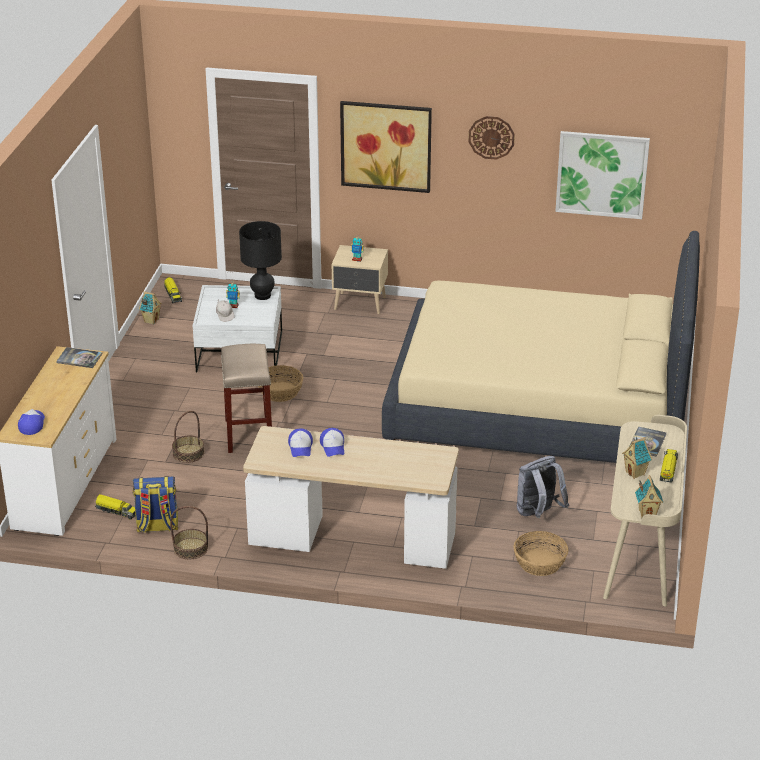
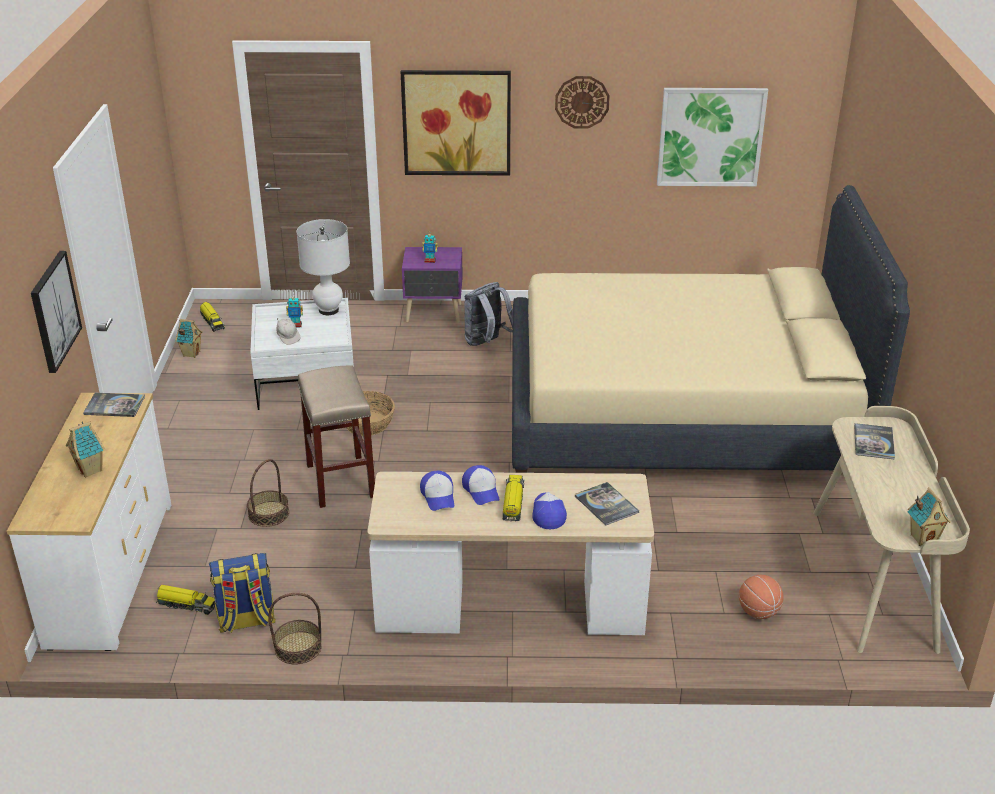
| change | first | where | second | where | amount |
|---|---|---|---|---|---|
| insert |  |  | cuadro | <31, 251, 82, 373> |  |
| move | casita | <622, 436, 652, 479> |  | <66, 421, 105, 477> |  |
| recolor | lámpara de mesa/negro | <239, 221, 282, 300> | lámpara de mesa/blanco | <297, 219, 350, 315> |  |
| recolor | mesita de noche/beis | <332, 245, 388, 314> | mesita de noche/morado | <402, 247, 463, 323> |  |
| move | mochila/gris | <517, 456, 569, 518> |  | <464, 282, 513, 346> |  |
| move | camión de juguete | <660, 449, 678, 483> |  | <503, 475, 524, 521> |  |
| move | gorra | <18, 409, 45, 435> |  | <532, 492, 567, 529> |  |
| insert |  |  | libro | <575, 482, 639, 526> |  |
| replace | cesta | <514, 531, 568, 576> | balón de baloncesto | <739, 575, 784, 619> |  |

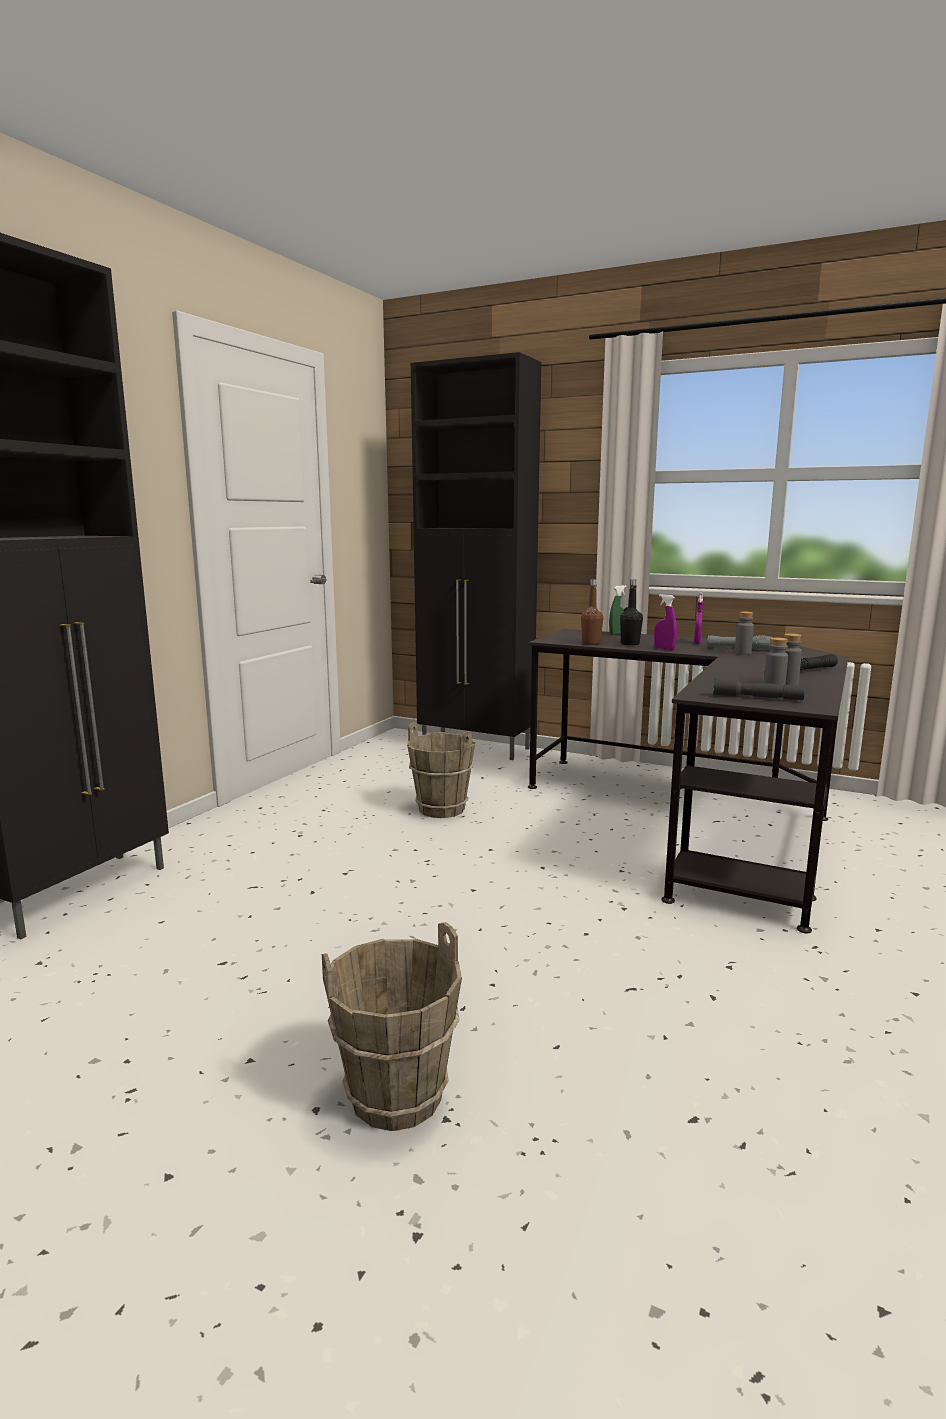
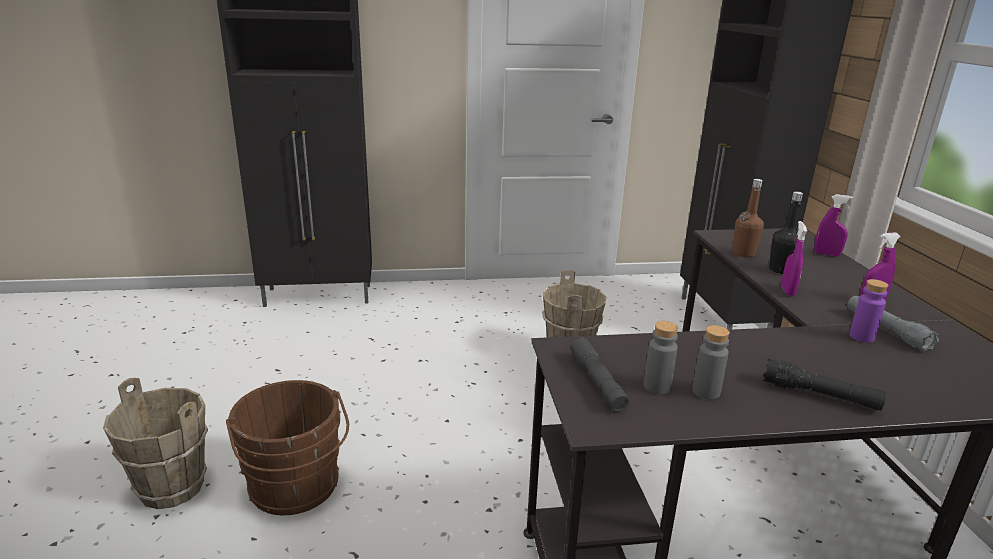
| change | first | where | second | where | amount |
|---|---|---|---|---|---|
| insert |  |  | cubo/marrón | <226, 380, 349, 515> |  |
| recolor | pulverizador/verde | <609, 585, 627, 635> | pulverizador/morado | <814, 194, 853, 256> |  |
| recolor | botella/gris | <735, 612, 754, 655> | botella/morado | <849, 279, 889, 343> |  |

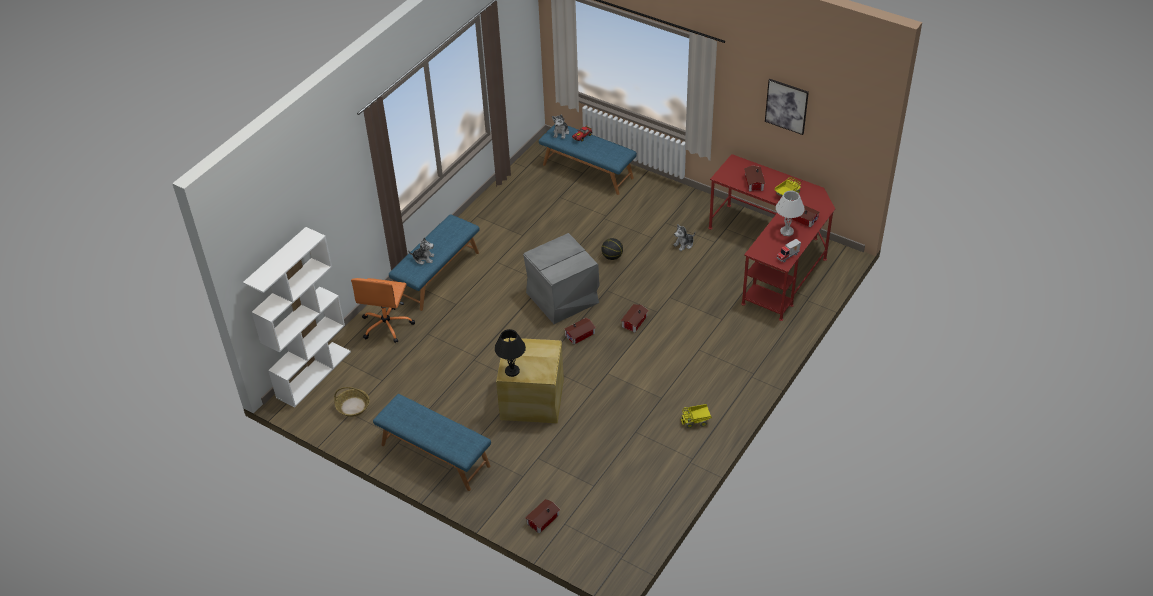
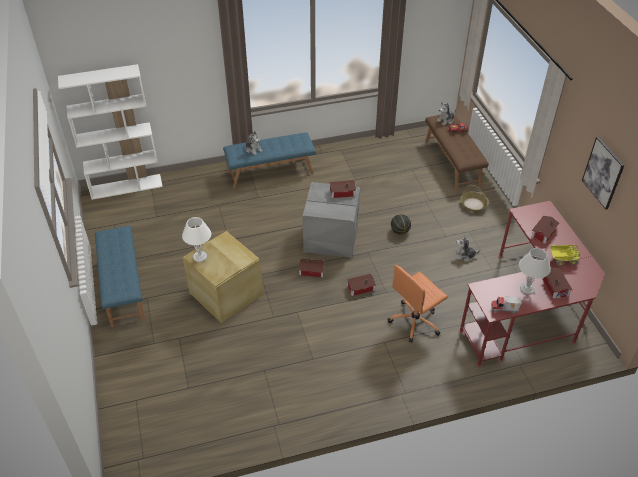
| change | first | where | second | where | amount |
|---|---|---|---|---|---|
| recolor | lámpara de mesa/negro | <495, 329, 526, 377> | lámpara de mesa/blanco | <182, 217, 211, 262> |  |
| move | casita | <525, 499, 560, 534> |  | <329, 180, 356, 198> |  |
| move | silla de oficina/naranja | <351, 278, 415, 343> |  | <387, 265, 448, 342> |  |
| recolor | banco/azul | <539, 124, 637, 195> | banco/marrón | <425, 114, 489, 191> |  |
| move | cesta | <334, 387, 369, 417> |  | <460, 185, 489, 212> |  |
| delete | camión de juguete | <681, 404, 712, 428> |  |  |  |

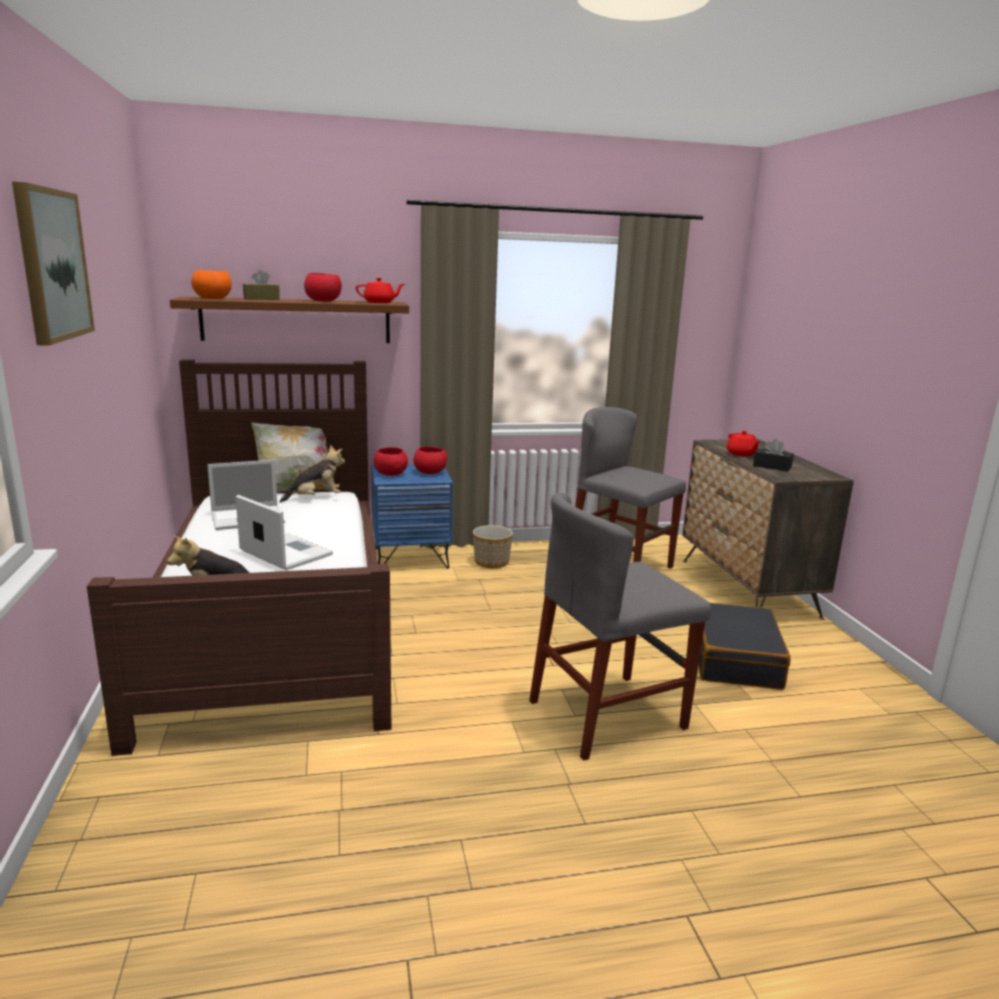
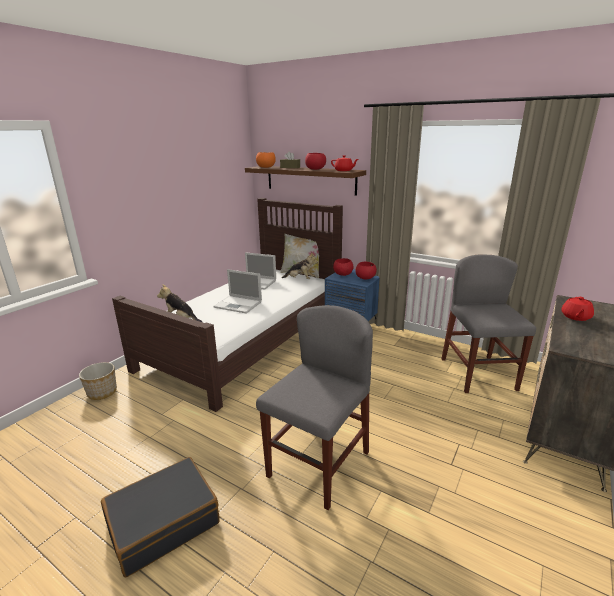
| change | first | where | second | where | amount |
|---|---|---|---|---|---|
| move | maceta | <473, 525, 513, 568> |  | <79, 362, 117, 400> |  |
| move | maleta/negro | <699, 603, 790, 690> |  | <101, 457, 220, 577> |  |
| rotate | portátil | <236, 495, 333, 570> |  | <213, 269, 262, 314> | 120 degrees clockwise |
| rotate | silla/gris | <529, 493, 711, 761> |  | <256, 305, 373, 510> | 105 degrees clockwise |
| delete | cuadro | <12, 182, 95, 345> |  |  |  |
| delete | caja de pañuelos/negro | <753, 439, 794, 472> |  |  |  |

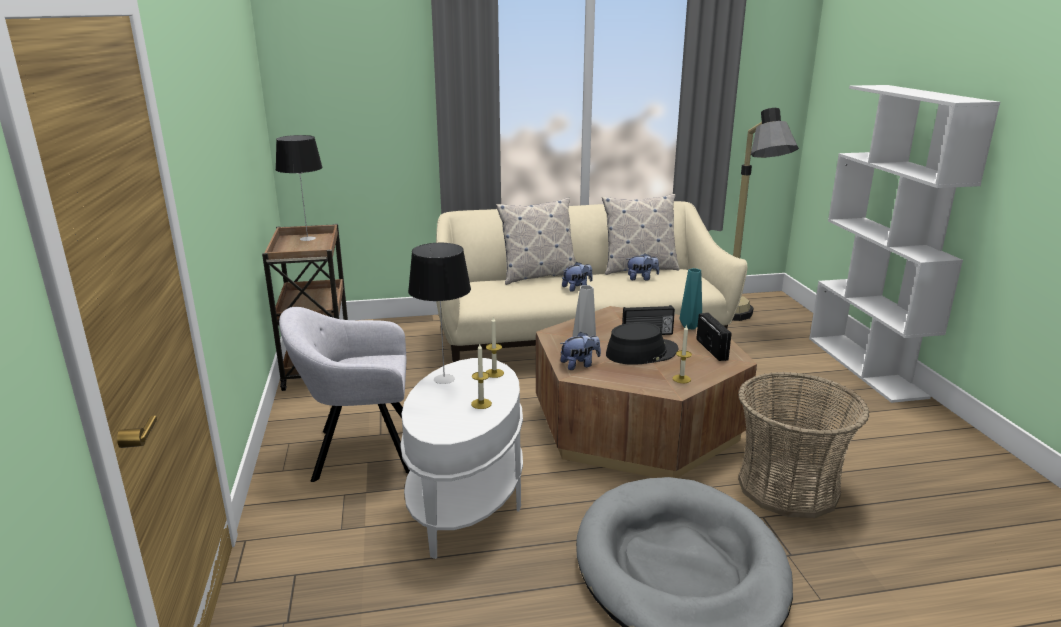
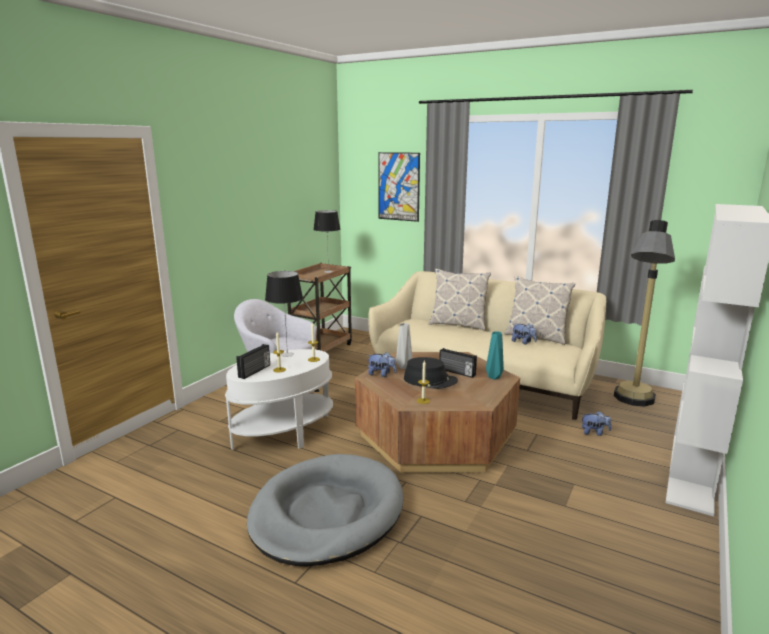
| change | first | where | second | where | amount |
|---|---|---|---|---|---|
| move | radio | <696, 313, 732, 361> |  | <236, 344, 270, 379> |  |
| insert |  |  | cuadro | <378, 152, 420, 222> |  |
| move | peluche | <562, 262, 593, 292> |  | <581, 411, 612, 436> |  |
| delete | cesta | <738, 372, 869, 518> |  |  |  |

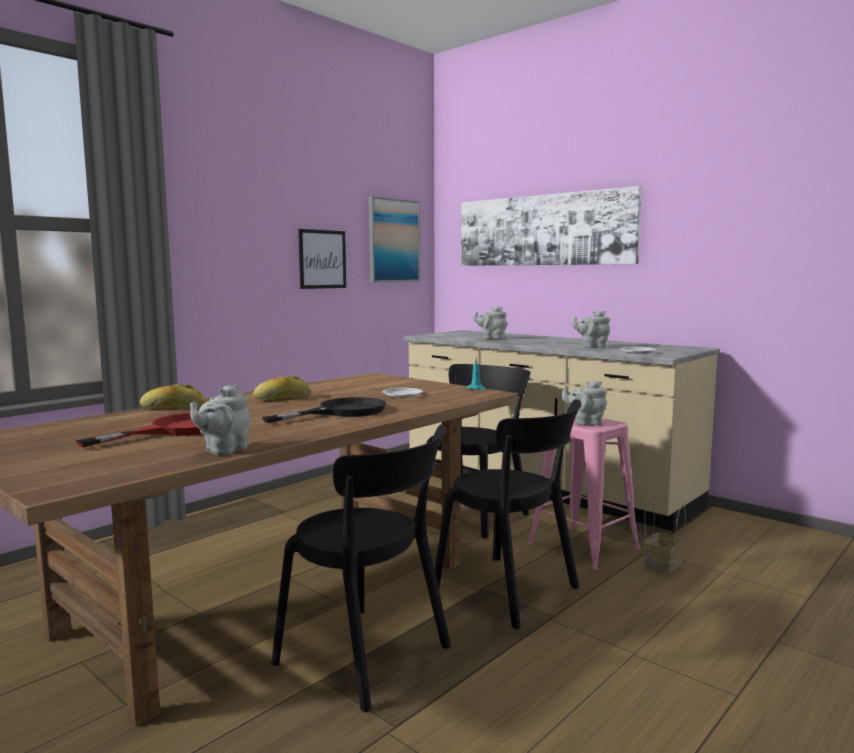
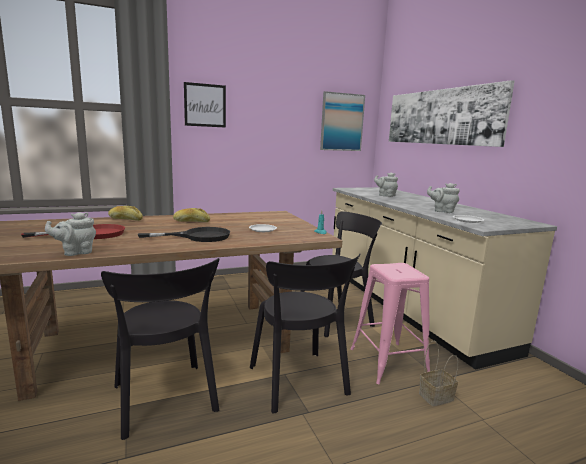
| change | first | where | second | where | amount |
|---|---|---|---|---|---|
| move | cuadro | <298, 229, 346, 289> |  | <184, 82, 226, 128> |  |
| delete | tetera/gris | <561, 381, 607, 426> |  |  |  |

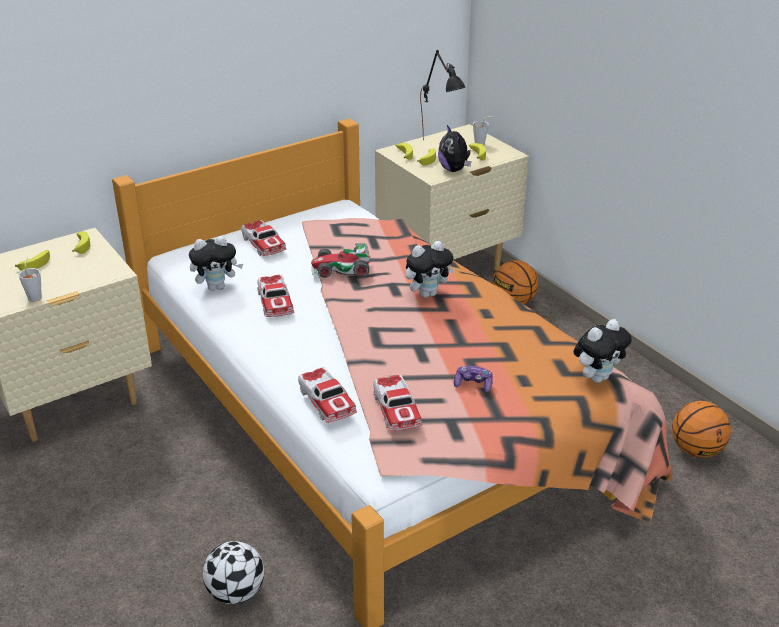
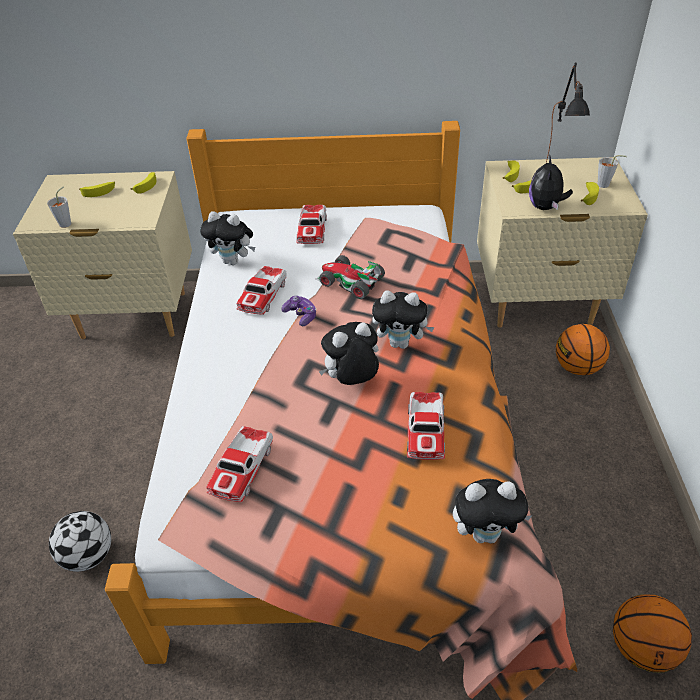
| change | first | where | second | where | amount |
|---|---|---|---|---|---|
| move | mando de consola | <454, 366, 493, 392> |  | <281, 296, 316, 326> |  |
| insert |  |  | peluche | <319, 322, 379, 385> |  |
| move | coche de juguete | <298, 367, 357, 423> |  | <407, 392, 445, 460> |  |

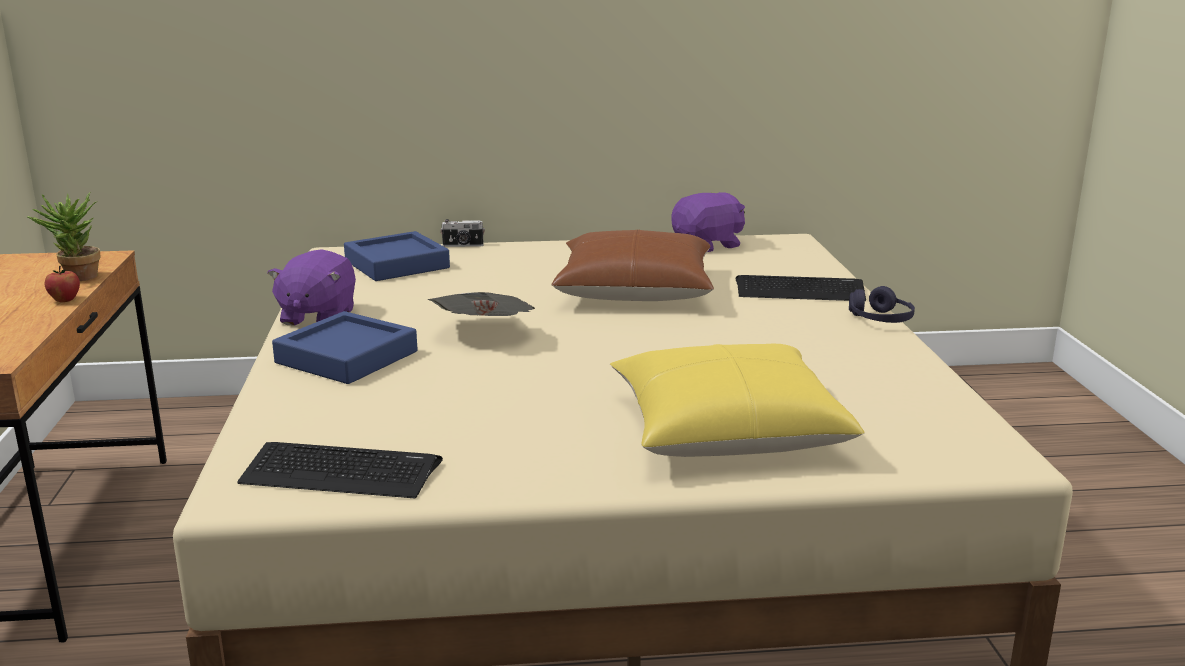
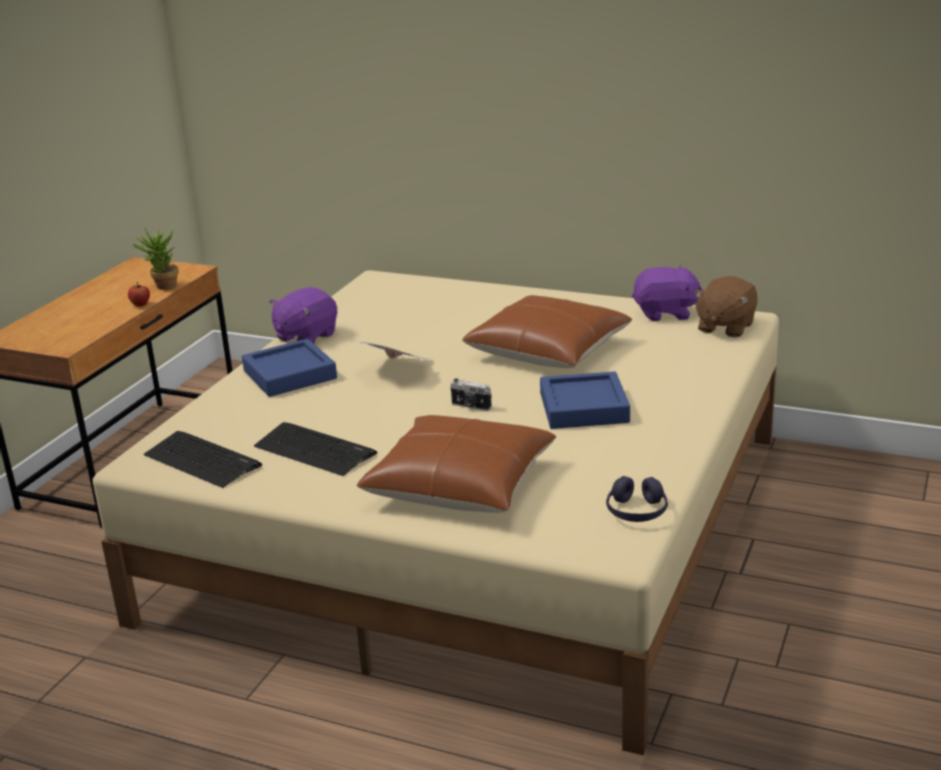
| change | first | where | second | where | amount |
|---|---|---|---|---|---|
| move | teclado | <736, 275, 866, 301> |  | <254, 422, 377, 476> |  |
| recolor | cojín/amarillo | <610, 344, 865, 457> | cojín/marrón | <357, 415, 556, 513> |  |
| move | cámara | <440, 219, 485, 247> |  | <450, 378, 492, 411> |  |
| move | bandeja/azul | <344, 231, 450, 281> |  | <540, 371, 630, 429> |  |
| move | auriculares/morado | <849, 286, 915, 323> |  | <606, 476, 668, 522> |  |
| insert |  |  | peluche/marrón | <693, 276, 758, 338> |  |

